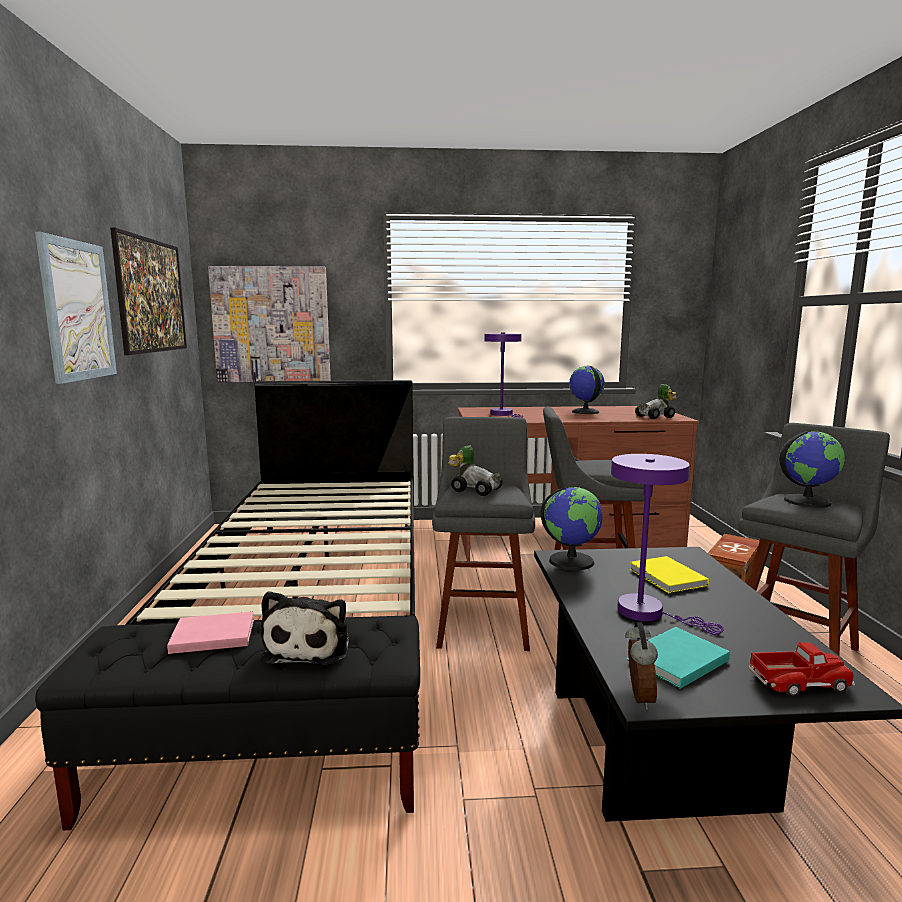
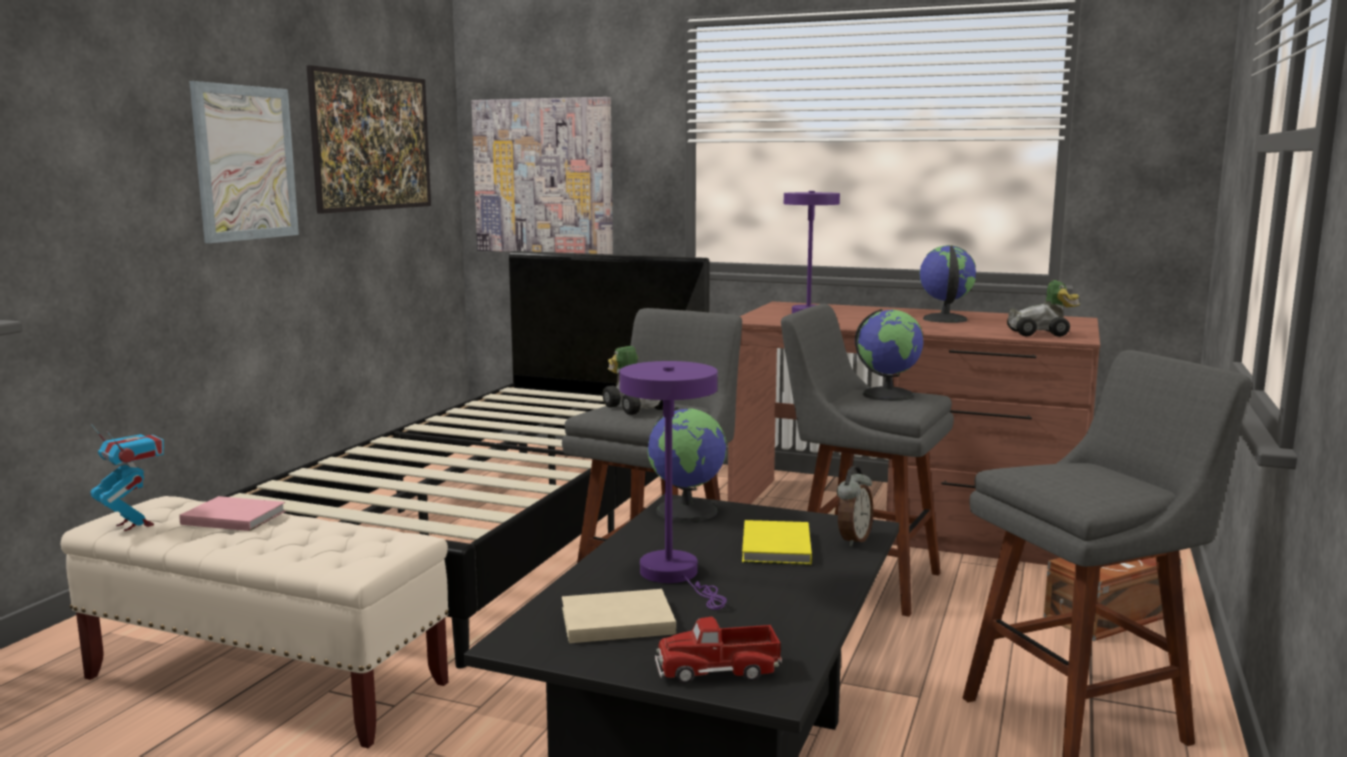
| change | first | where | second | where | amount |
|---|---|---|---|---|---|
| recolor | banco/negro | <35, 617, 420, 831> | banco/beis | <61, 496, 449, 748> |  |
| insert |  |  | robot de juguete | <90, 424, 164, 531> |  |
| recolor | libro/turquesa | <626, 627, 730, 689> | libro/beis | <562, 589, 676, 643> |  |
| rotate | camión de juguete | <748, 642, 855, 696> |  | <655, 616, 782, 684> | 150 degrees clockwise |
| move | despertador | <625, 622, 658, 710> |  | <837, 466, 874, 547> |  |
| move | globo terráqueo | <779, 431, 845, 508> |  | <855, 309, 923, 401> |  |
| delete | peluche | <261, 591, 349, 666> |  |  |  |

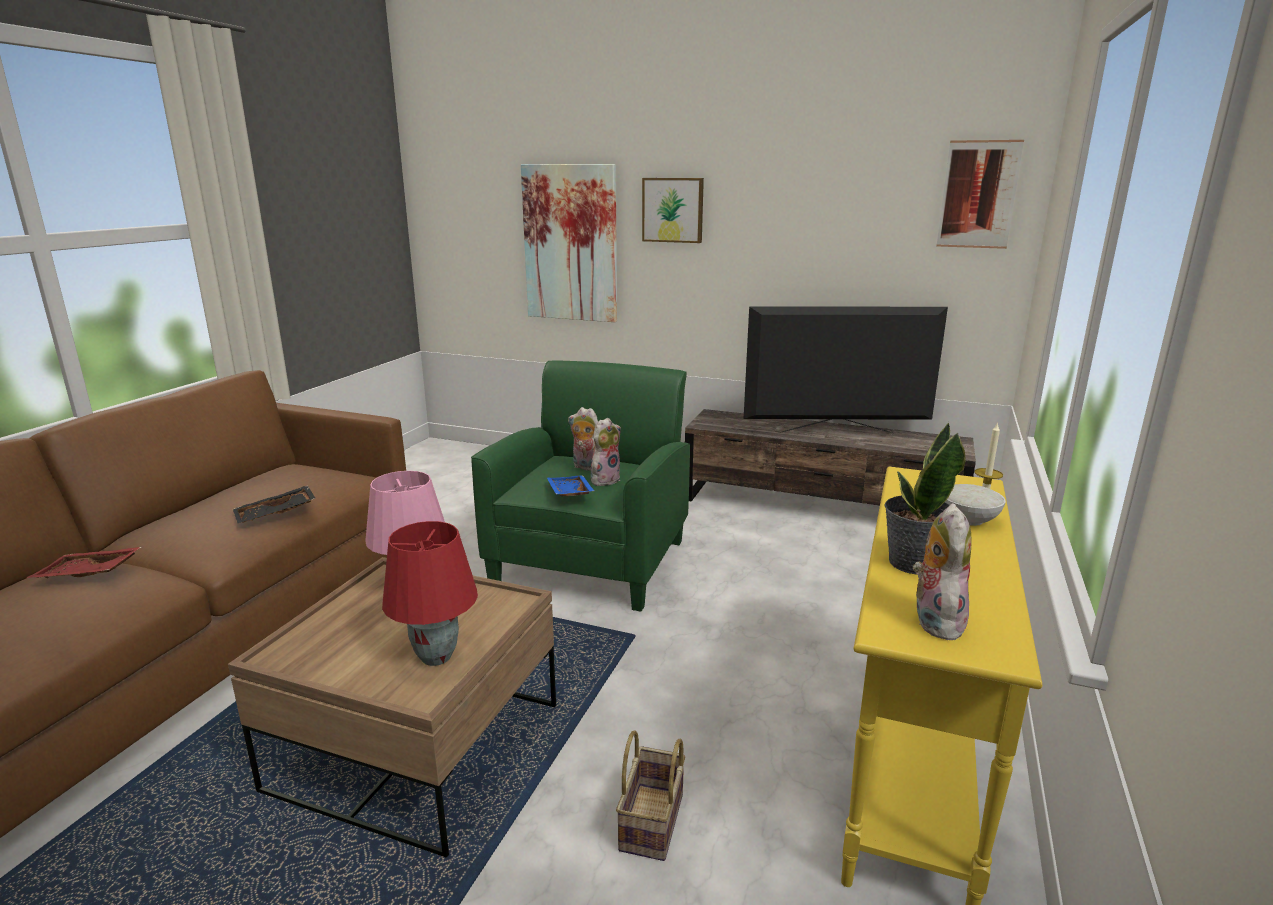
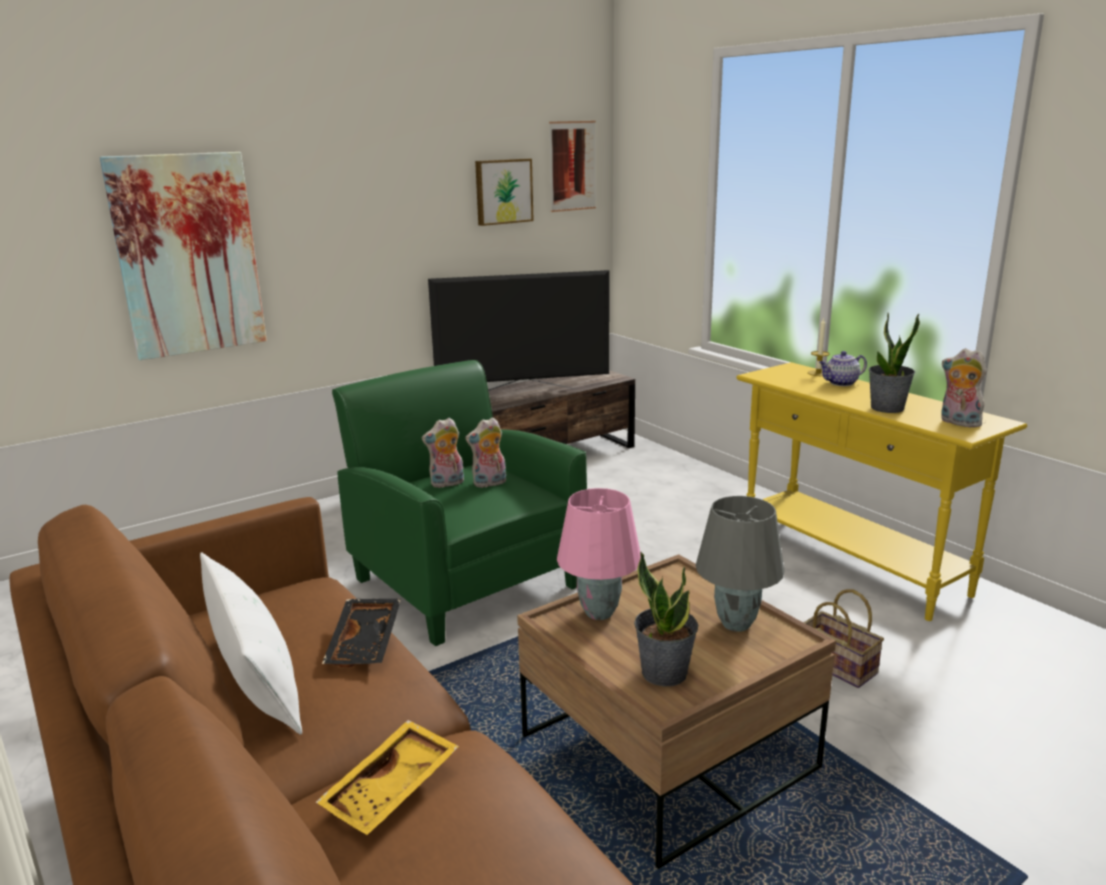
| change | first | where | second | where | amount |
|---|---|---|---|---|---|
| insert |  |  | cojín/blanco | <200, 552, 302, 735> |  |
| recolor | bandeja/rojo | <26, 547, 141, 578> | bandeja/amarillo | <316, 720, 459, 835> |  |
| rotate | televisor | <744, 306, 948, 433> |  | <428, 270, 610, 391> | 135 degrees counterclockwise |
| rotate | peluche | <591, 418, 621, 486> |  | <465, 417, 506, 488> | 105 degrees counterclockwise |
| move | cuadro | <642, 178, 704, 243> |  | <475, 159, 534, 226> |  |
| insert |  |  | planta en maceta | <634, 552, 698, 687> |  |
| recolor | lámpara de mesa/rojo | <382, 521, 478, 666> | lámpara de mesa/gris | <695, 496, 784, 632> |  |
| replace | cuenco/blanco | <945, 484, 1006, 526> | tetera | <819, 351, 867, 386> |  |
| delete | bandeja/azul | <547, 475, 595, 497> |  |  |  |

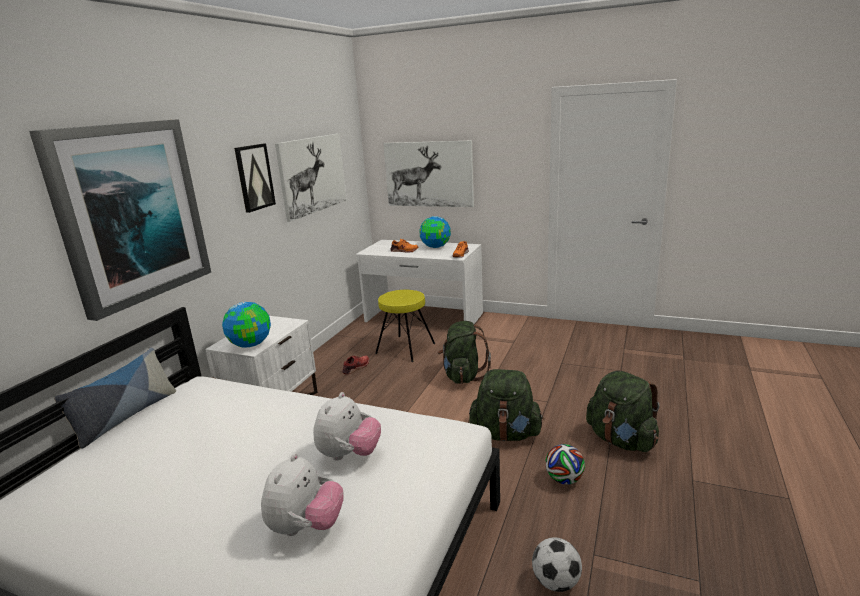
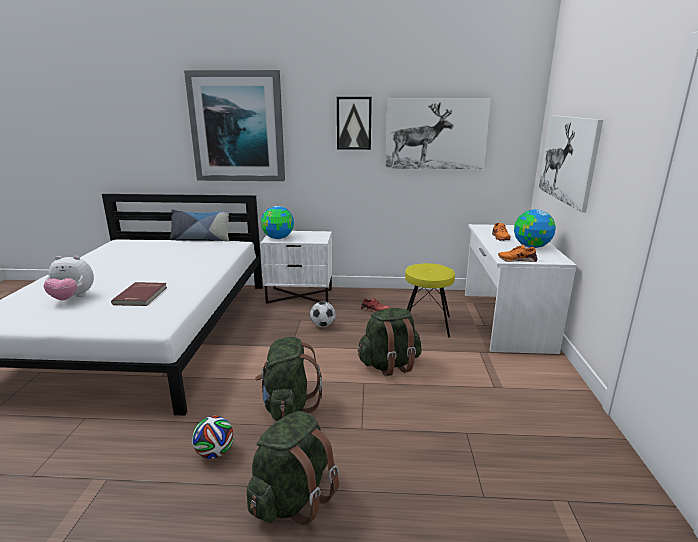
| change | first | where | second | where | amount |
|---|---|---|---|---|---|
| replace | peluche | <313, 392, 381, 461> | libro/rojo | <111, 282, 167, 306> |  |
| move | balón de fútbol | <532, 537, 582, 592> |  | <310, 301, 336, 327> |  |

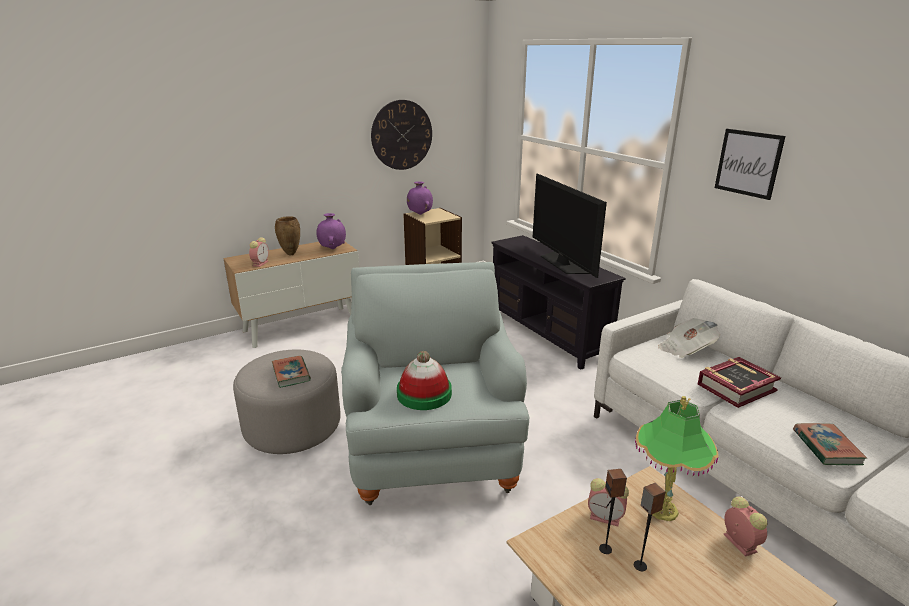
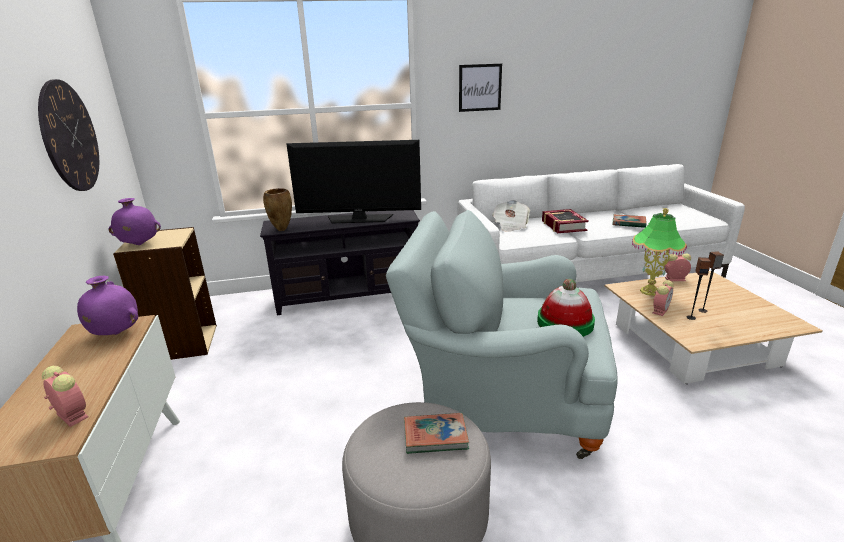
| change | first | where | second | where | amount |
|---|---|---|---|---|---|
| move | florero/marrón | <275, 216, 300, 255> |  | <263, 188, 292, 231> |  |

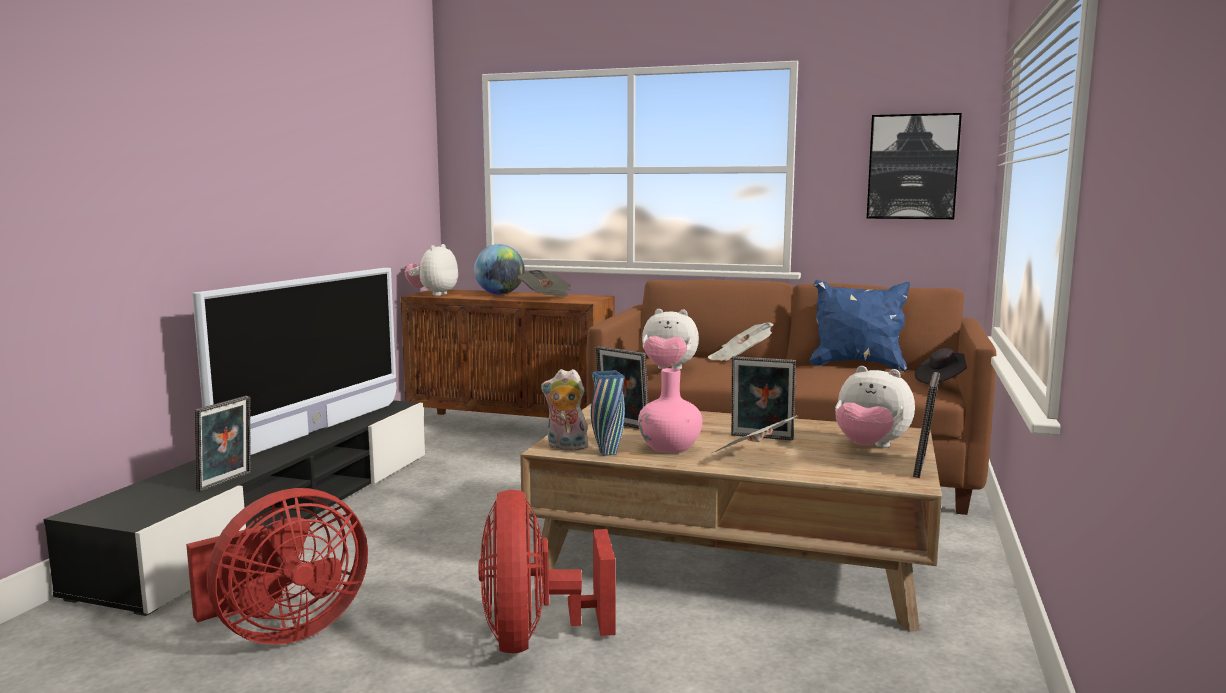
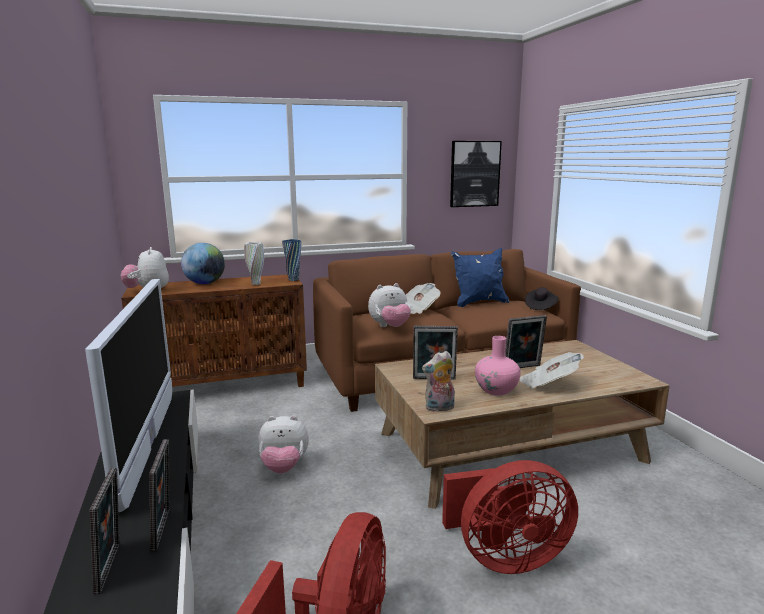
| change | first | where | second | where | amount |
|---|---|---|---|---|---|
| move | portarretratos | <913, 372, 940, 478> |  | <90, 468, 120, 594> |  |
| replace | periódico | <518, 270, 571, 296> | florero/blanco | <244, 242, 264, 285> |  |
| move | peluche | <835, 366, 915, 448> |  | <258, 415, 309, 473> |  |
| move | florero/azul | <591, 370, 625, 456> |  | <282, 239, 301, 281> |  |
| rotate | ventilador/rojo | <479, 490, 615, 654> |  | <442, 460, 578, 574> | 60 degrees counterclockwise |

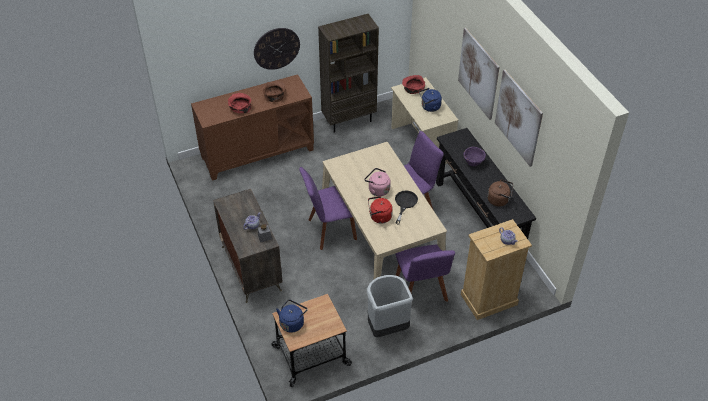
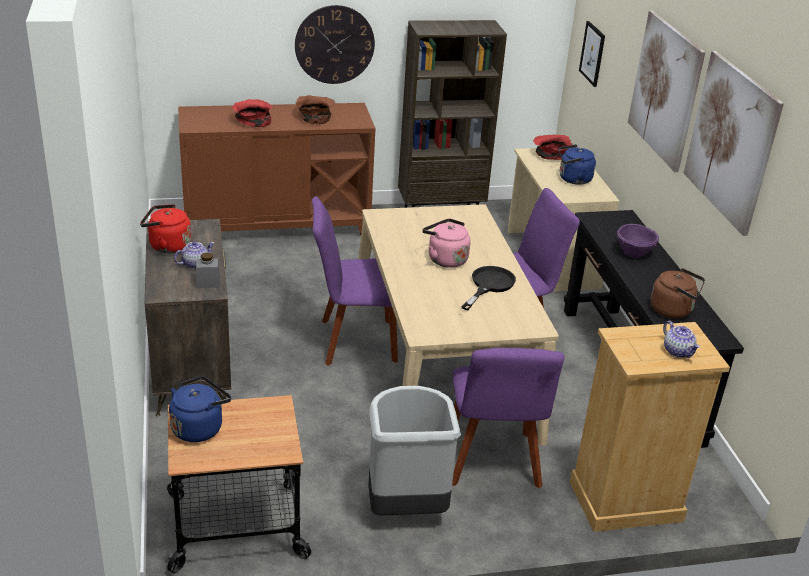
| change | first | where | second | where | amount |
|---|---|---|---|---|---|
| move | hervidor/rojo | <368, 196, 393, 223> |  | <140, 204, 192, 254> |  |
| insert |  |  | cuadro | <579, 21, 605, 87> |  |

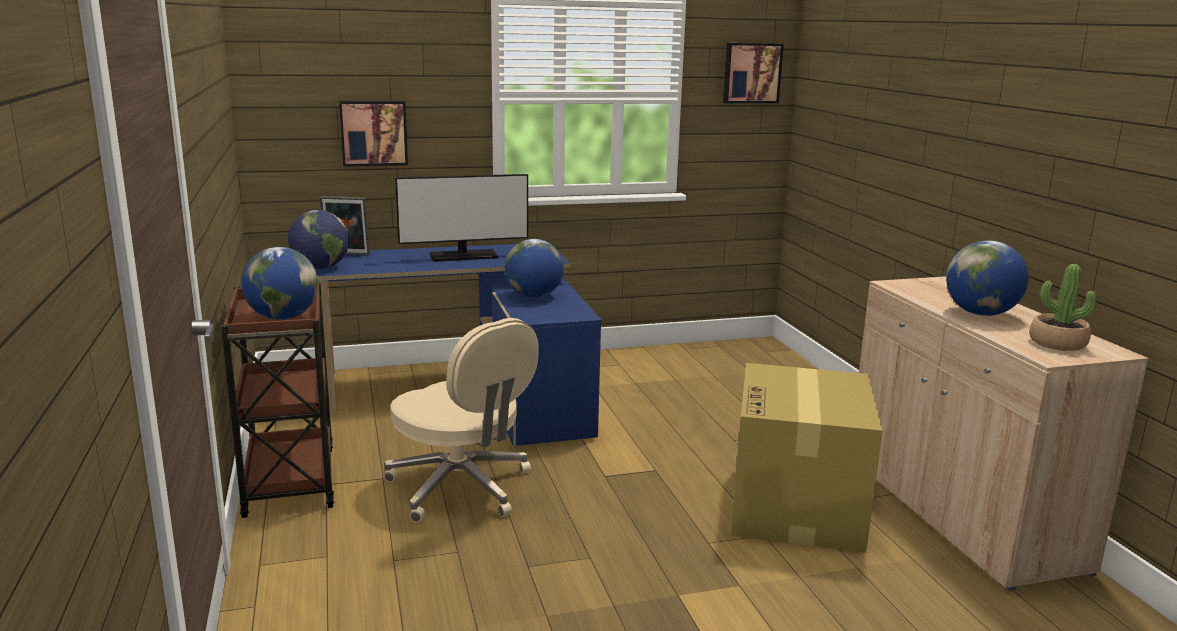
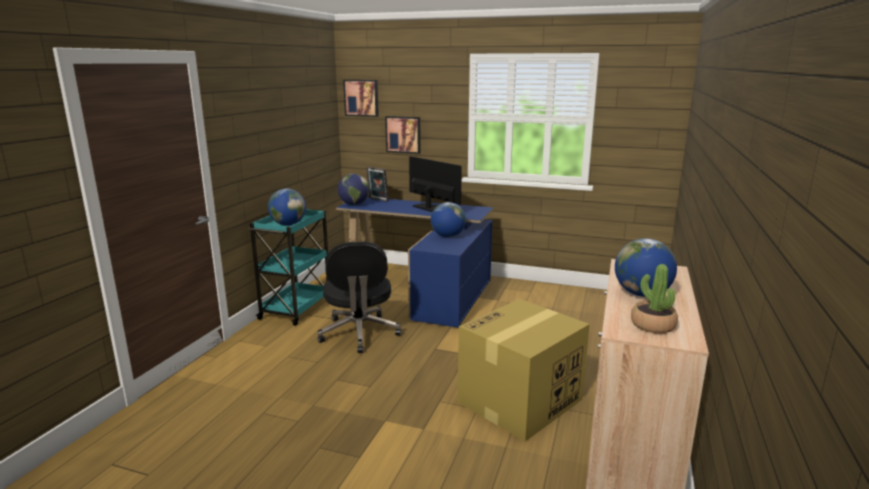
| change | first | where | second | where | amount |
|---|---|---|---|---|---|
| recolor | carrito/marrón | <221, 282, 335, 518> | carrito/turquesa | <248, 209, 328, 326> |  |
| recolor | silla de oficina/beis | <384, 318, 539, 522> | silla de oficina/negro | <317, 241, 402, 353> |  |
| move | cuadro | <723, 43, 784, 103> |  | <343, 80, 379, 117> |  |
| rotate | monitor | <395, 174, 528, 262> |  | <409, 156, 462, 212> | 150 degrees counterclockwise |

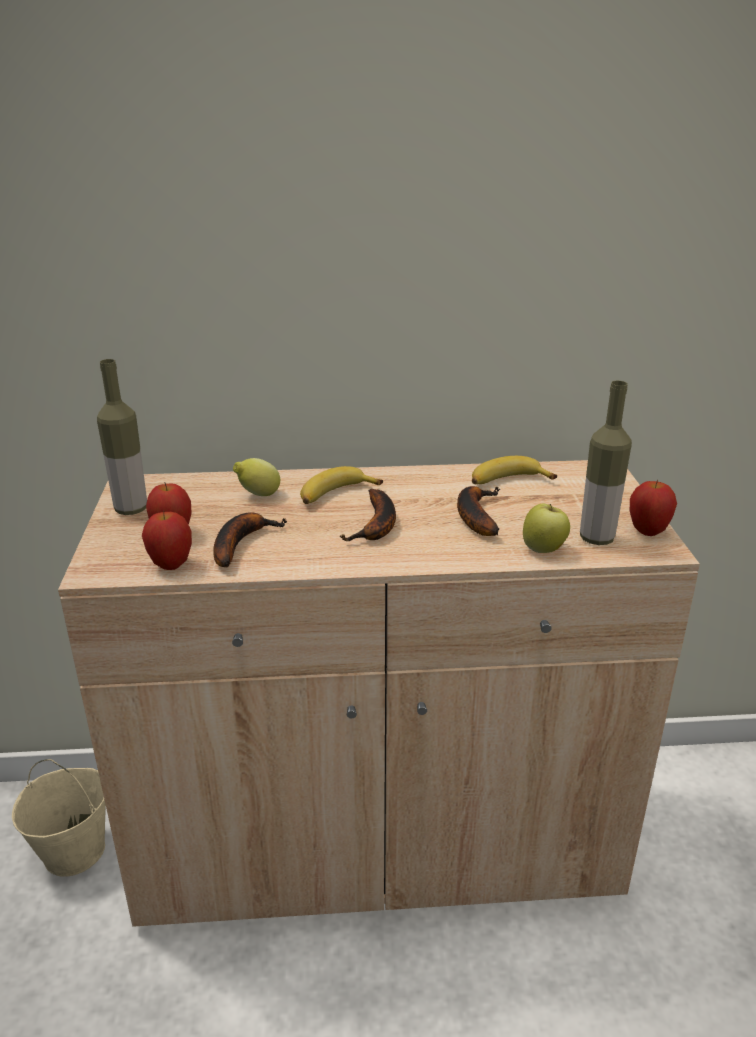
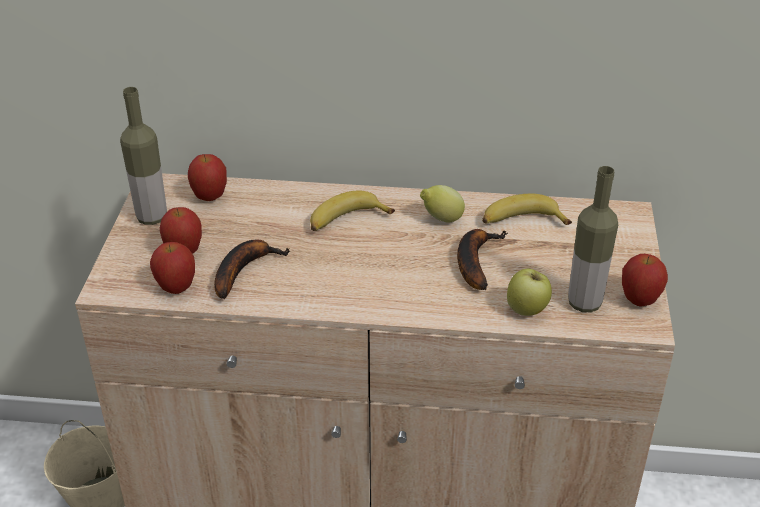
| change | first | where | second | where | amount |
|---|---|---|---|---|---|
| insert |  |  | manzana | <188, 154, 227, 201> |  |
| move | limón | <233, 458, 280, 496> |  | <420, 185, 465, 222> |  |
| delete | plátano | <340, 489, 396, 542> |  |  |  |

